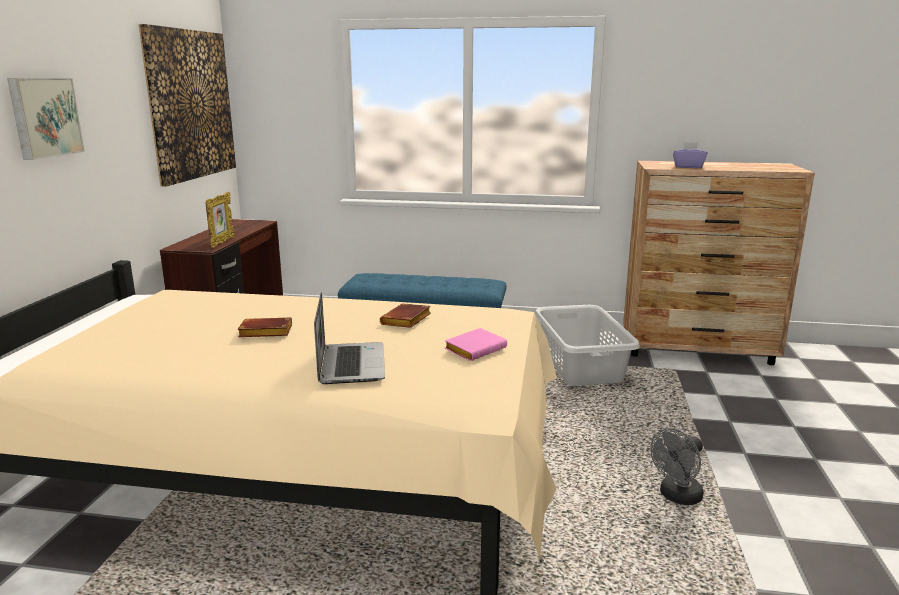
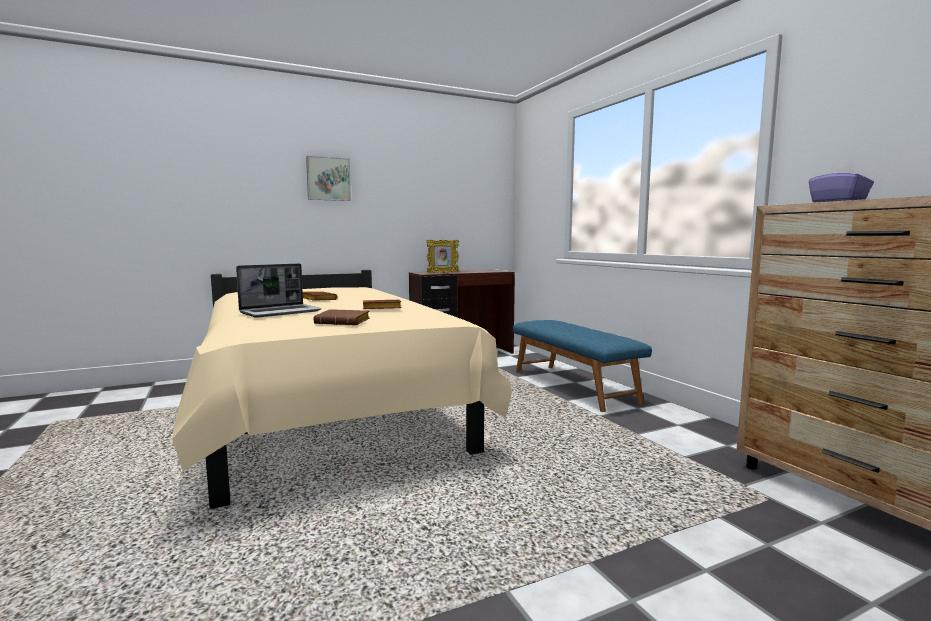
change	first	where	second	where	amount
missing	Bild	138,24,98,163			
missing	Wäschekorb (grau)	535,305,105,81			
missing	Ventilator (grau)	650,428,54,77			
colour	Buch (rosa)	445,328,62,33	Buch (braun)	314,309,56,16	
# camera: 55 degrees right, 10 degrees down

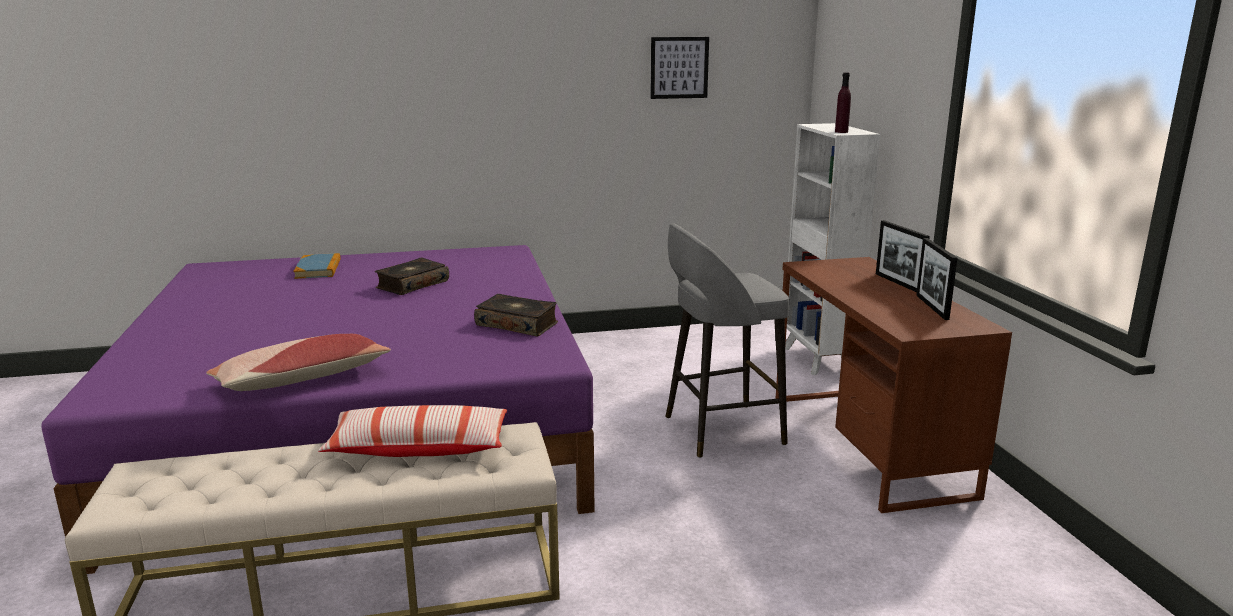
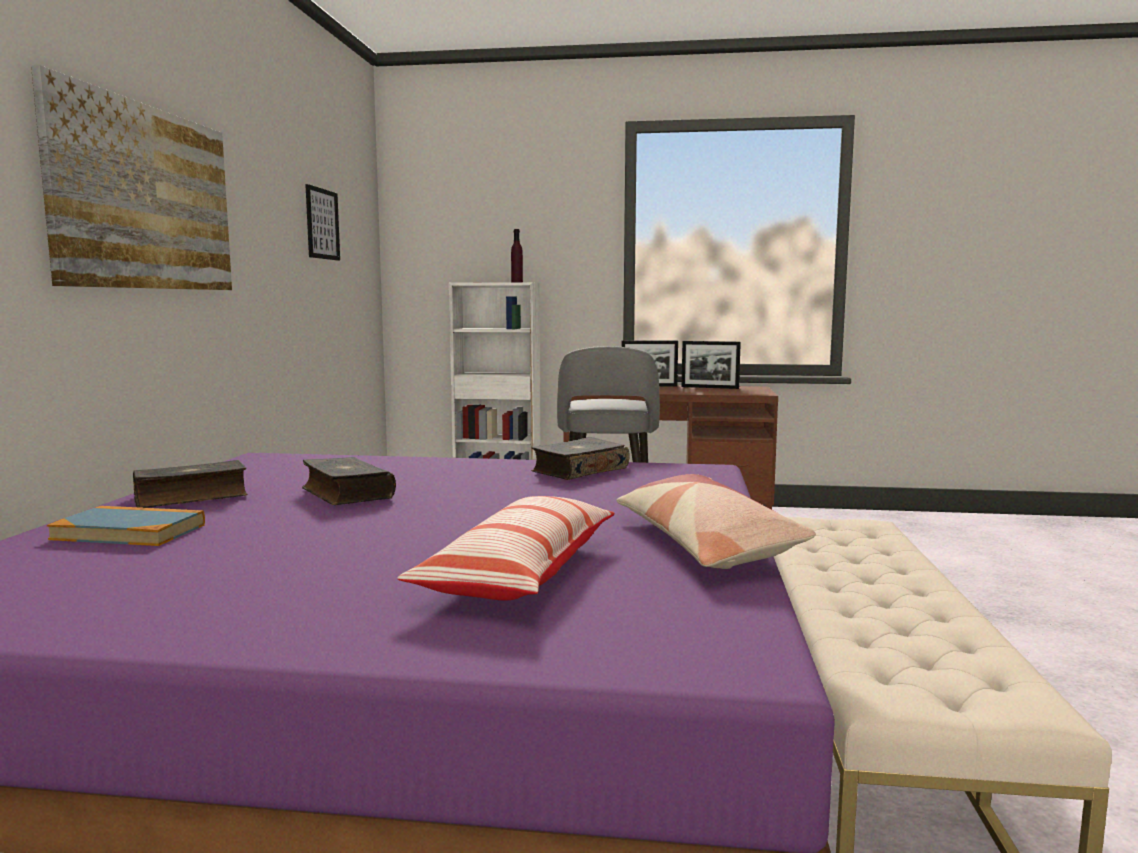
change	first	where	second	where	amount
appeared			Bild	31,65,201,225	
appeared			Buch	133,460,115,48	
relocated	Kissen	318,405,189,52		397,496,218,105	
# camera: 70 degrees left, 10 degrees down

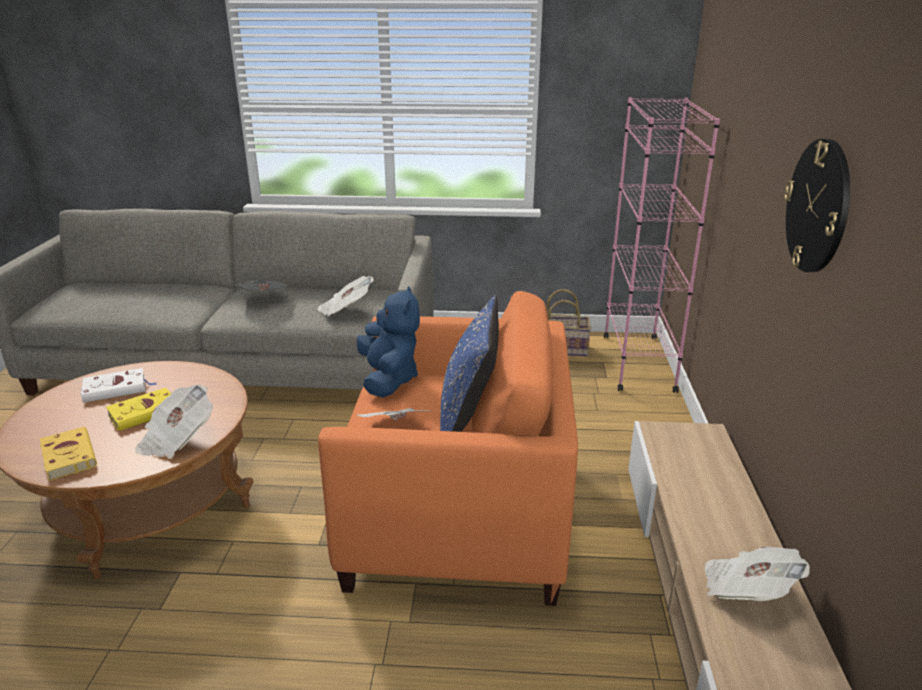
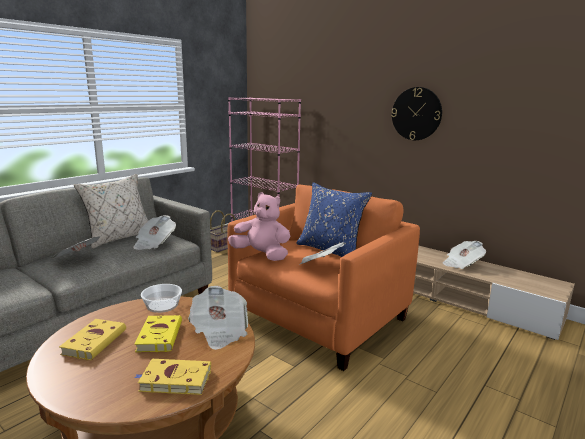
change	first	where	second	where	amount
appeared			Kissen (beige)	74,174,74,75	
appeared			Schüssel	141,284,41,29	
colour	Buch (weiß)	80,368,78,35	Buch (gelb)	59,319,67,41	
colour	Plüschtier (blau)	357,286,63,112	Plüschtier (rosa)	228,192,62,69	
# camera: 55 degrees left, 10 degrees down

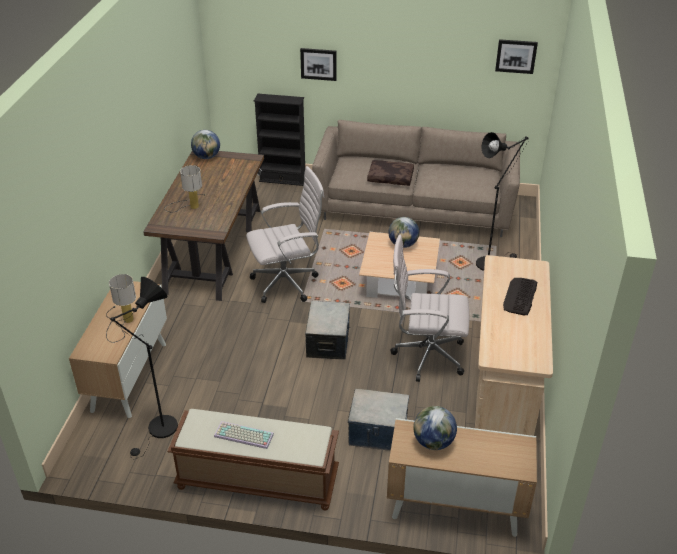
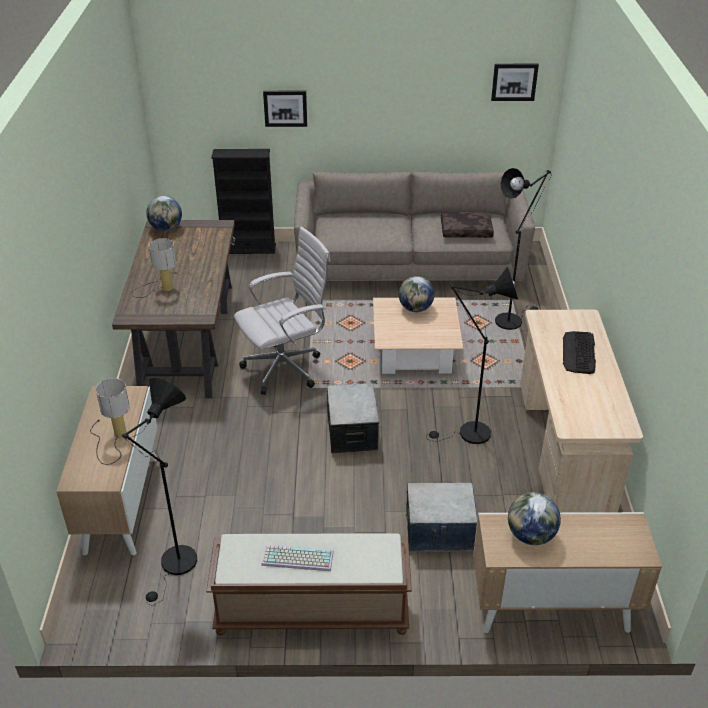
change	first	where	second	where	amount
relocated	Kissen (braun)	367,160,47,26		441,212,53,26	
exchanged	Bürostuhl (weiß)	390,235,79,147	Stehlampe (schwarz)	427,266,91,178	
# camera: 10 degrees left, 0 degrees up

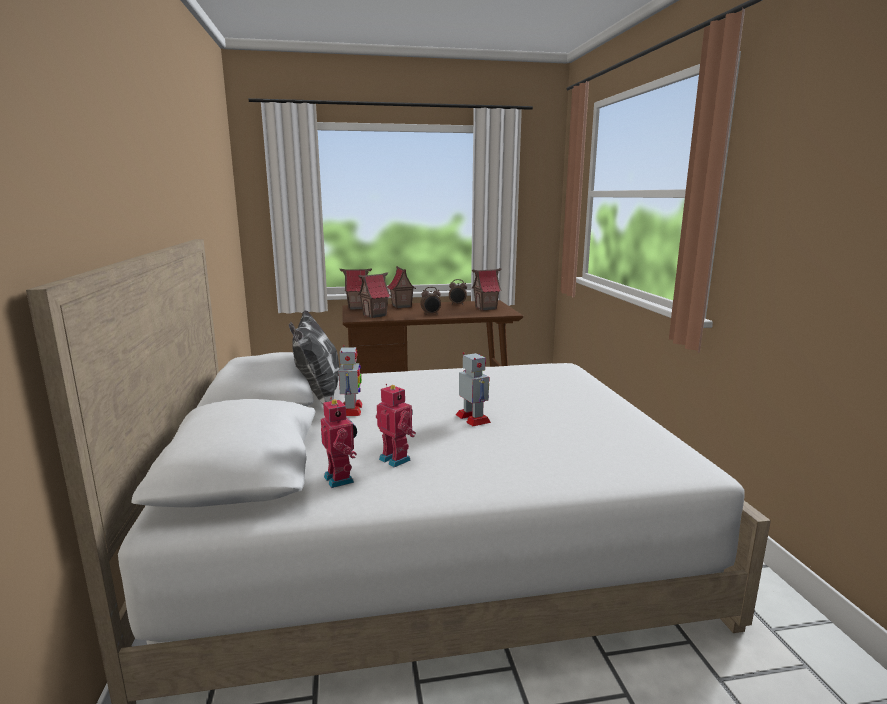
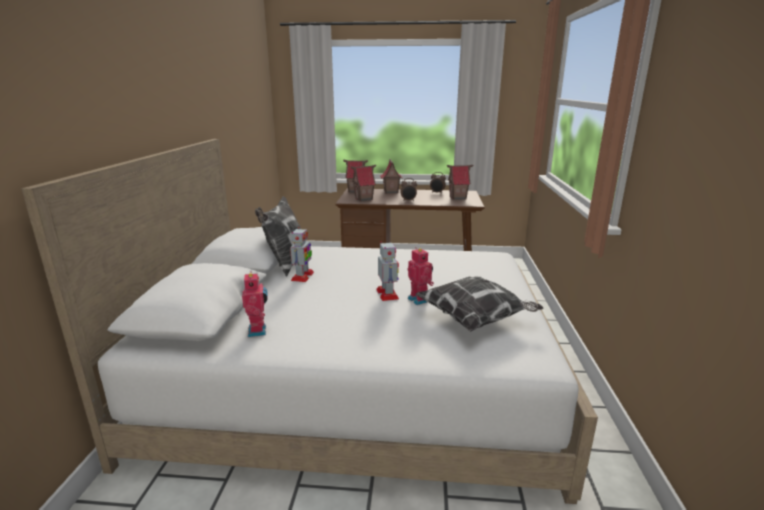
change	first	where	second	where	amount
appeared			Kissen	415,276,128,56	
relocated	Spielzeugroboter	376,384,40,83		408,247,26,58	
# camera: 15 degrees right, 5 degrees up

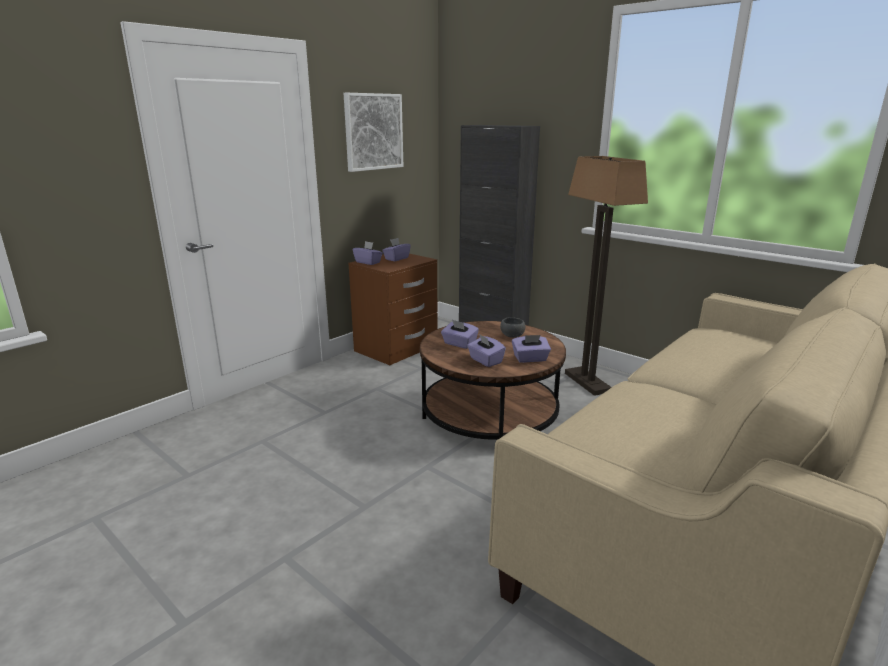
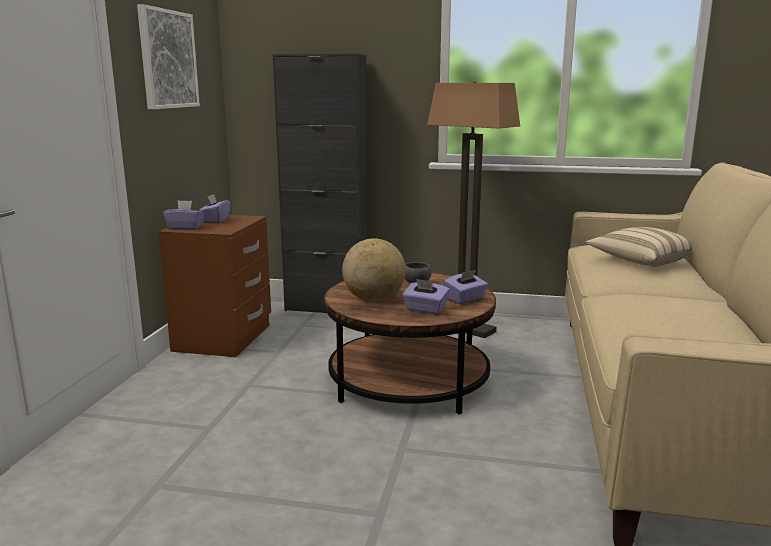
change	first	where	second	where	amount
appeared			Kissen (beige)	585,227,107,39	
exchanged	Taschentuchbox (lila)	441,320,38,29	Globus	342,238,64,64	
# camera: 30 degrees left, 5 degrees down

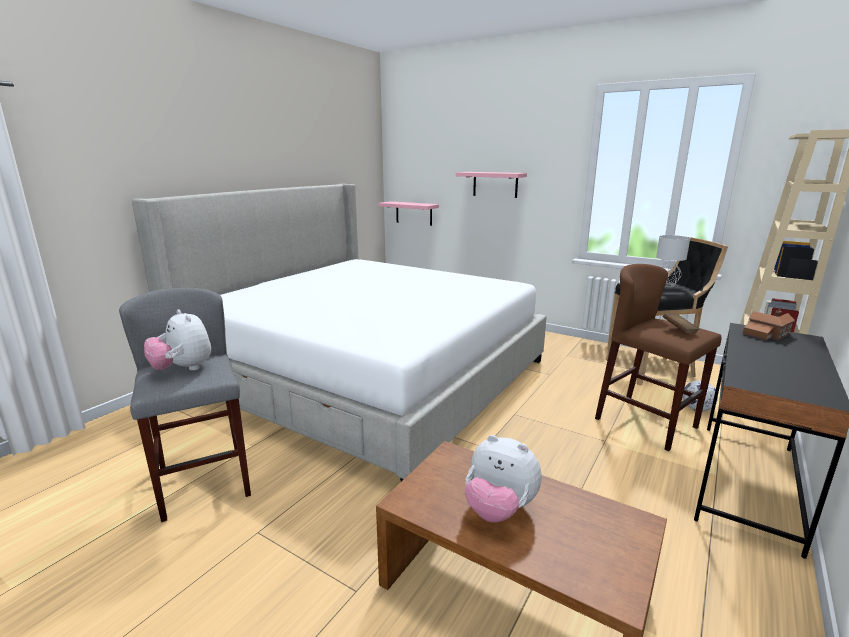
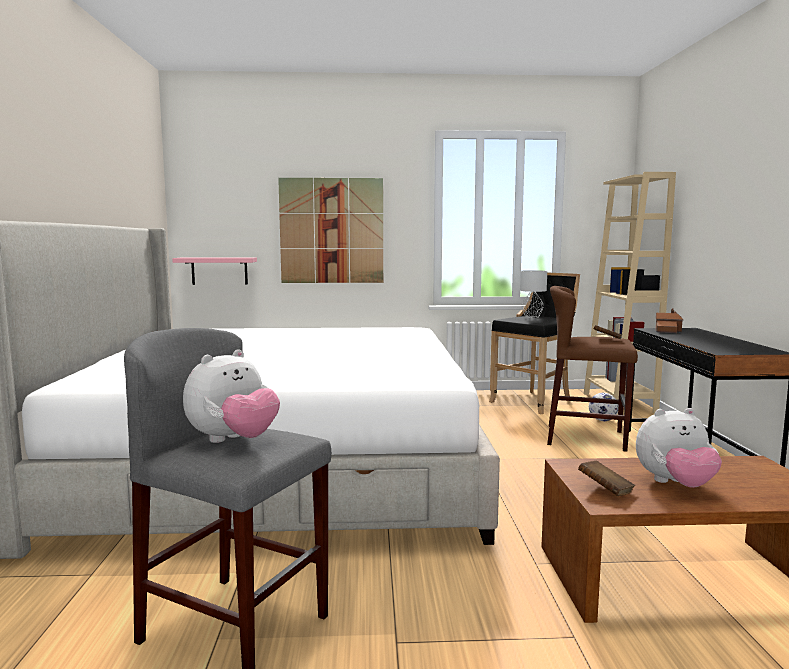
change	first	where	second	where	amount
appeared			Buch (braun)	578,461,57,35	
exchanged	Wandregal (rosa)	456,172,71,26	Bild	278,178,105,105	
spun	Plüschtier	144,309,67,62		183,349,97,94	60 degrees counterclockwise
# camera: 35 degrees left, 10 degrees down

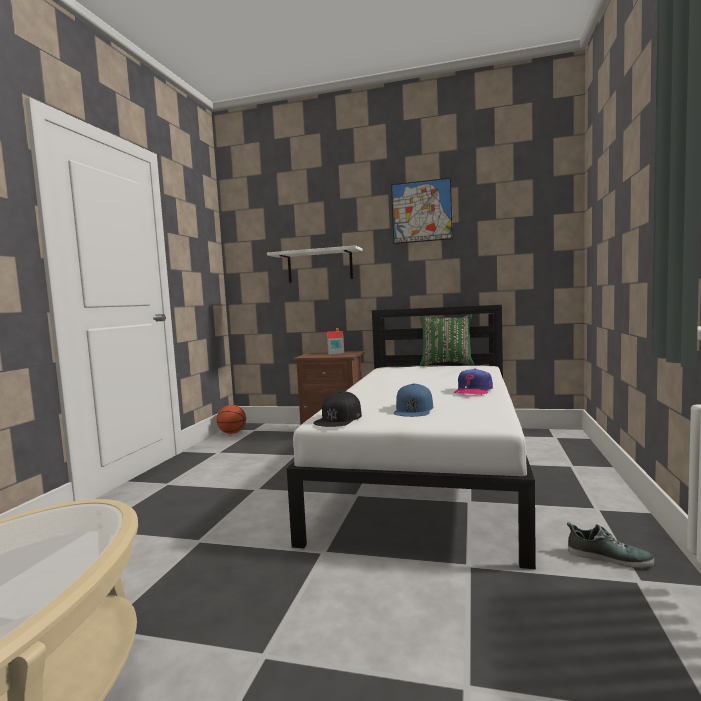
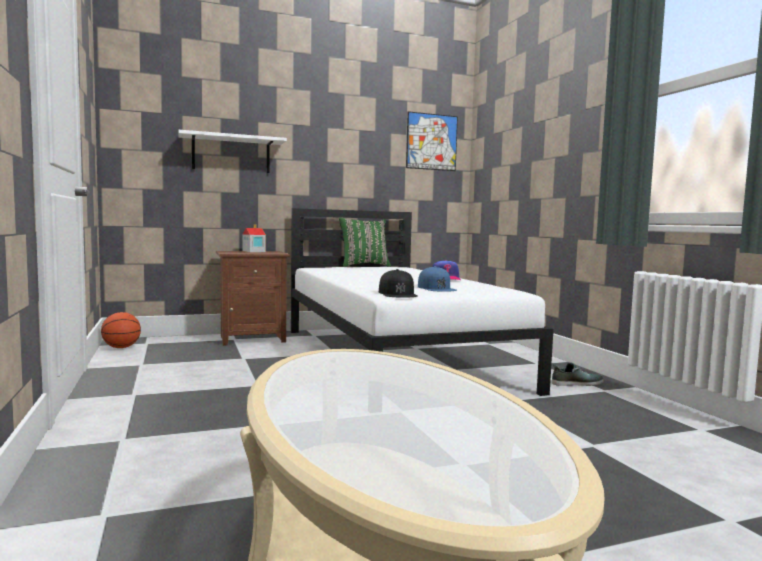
change	first	where	second	where	amount
relocated	Bild	391,178,61,66		406,111,52,60	
# camera: 35 degrees left, 0 degrees up

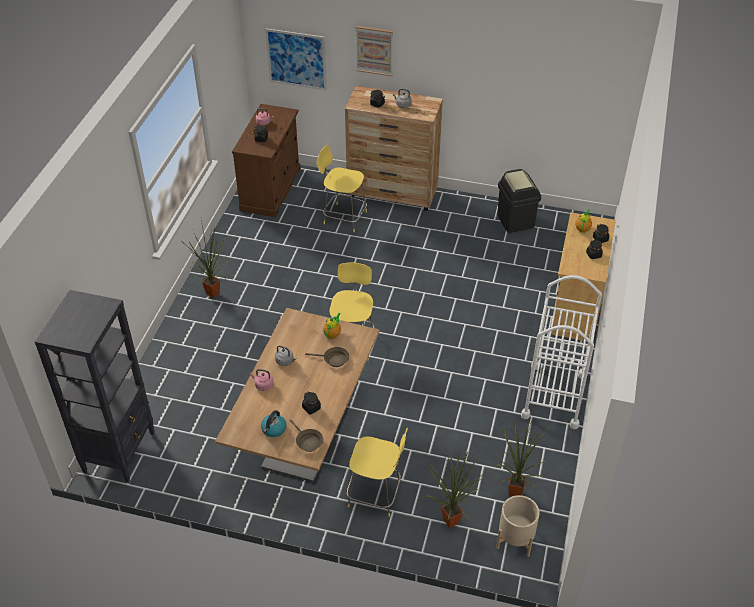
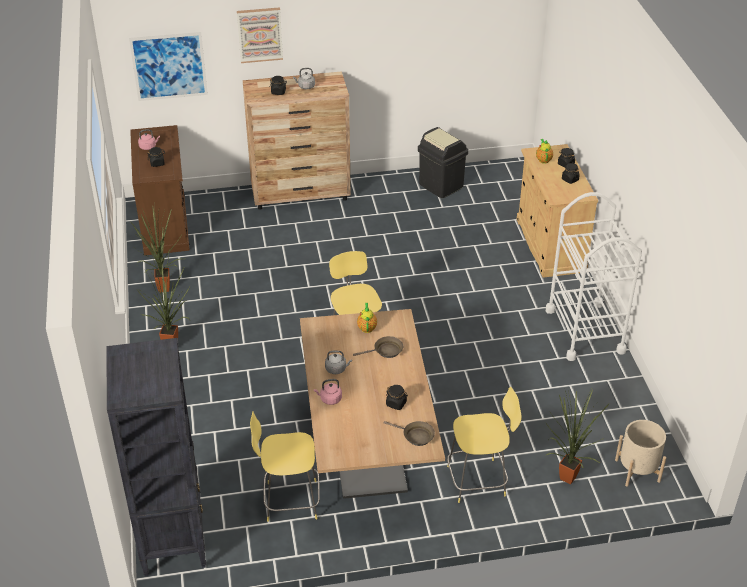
change	first	where	second	where	amount
missing	Wasserkessel	261,410,25,27			
relocated	Hocker (gelb)	317,145,50,87		250,412,70,110	
relocated	Topfpflanze	496,419,54,78		131,207,55,85	
# camera: 25 degrees left, 5 degrees down

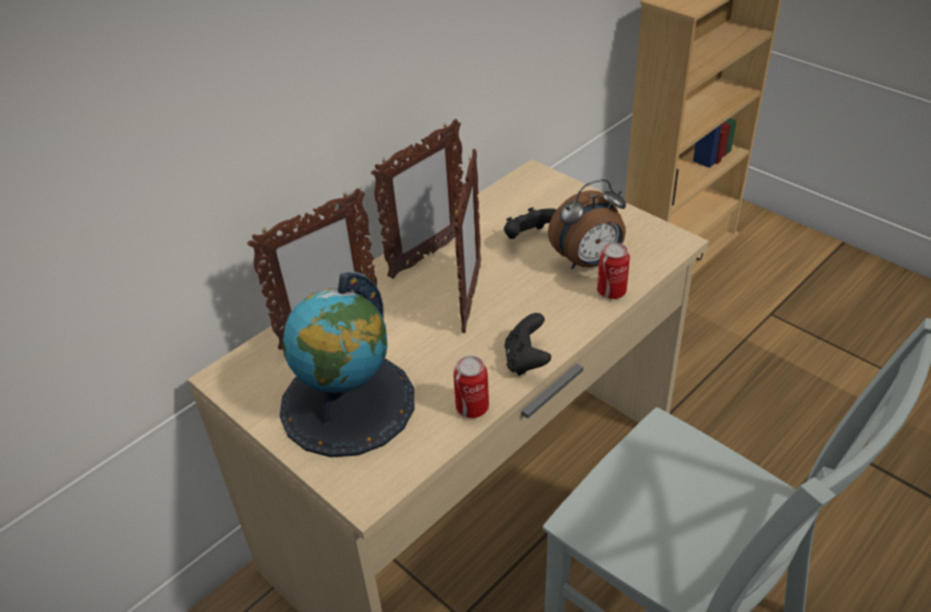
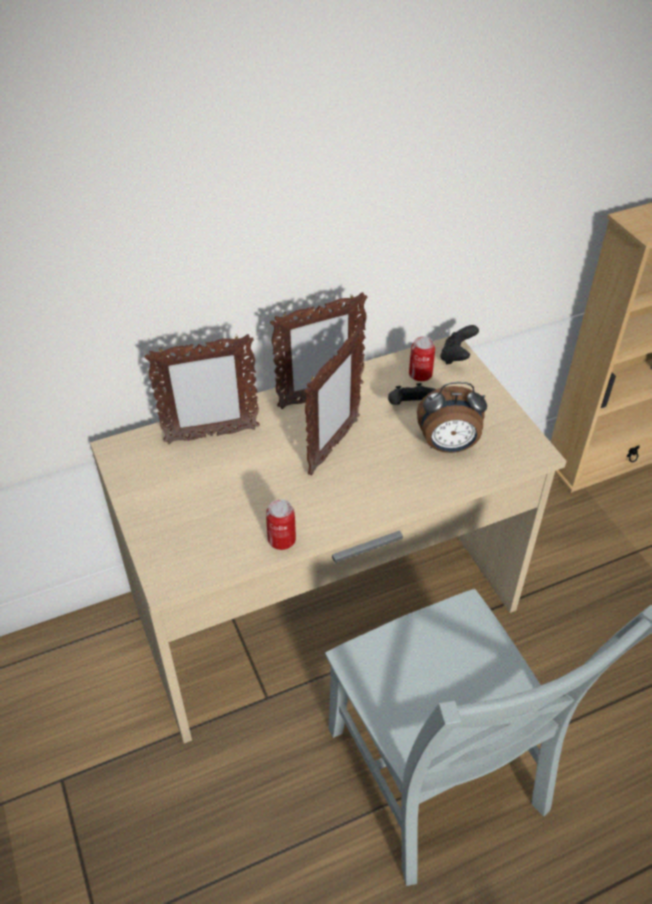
change	first	where	second	where	amount
missing	Globus	280,271,134,186			
relocated	Gamepad (schwarz)	504,313,47,63		440,325,39,39	
relocated	Dose	597,242,33,57		409,336,26,45	
# camera: 20 degrees right, 5 degrees up

